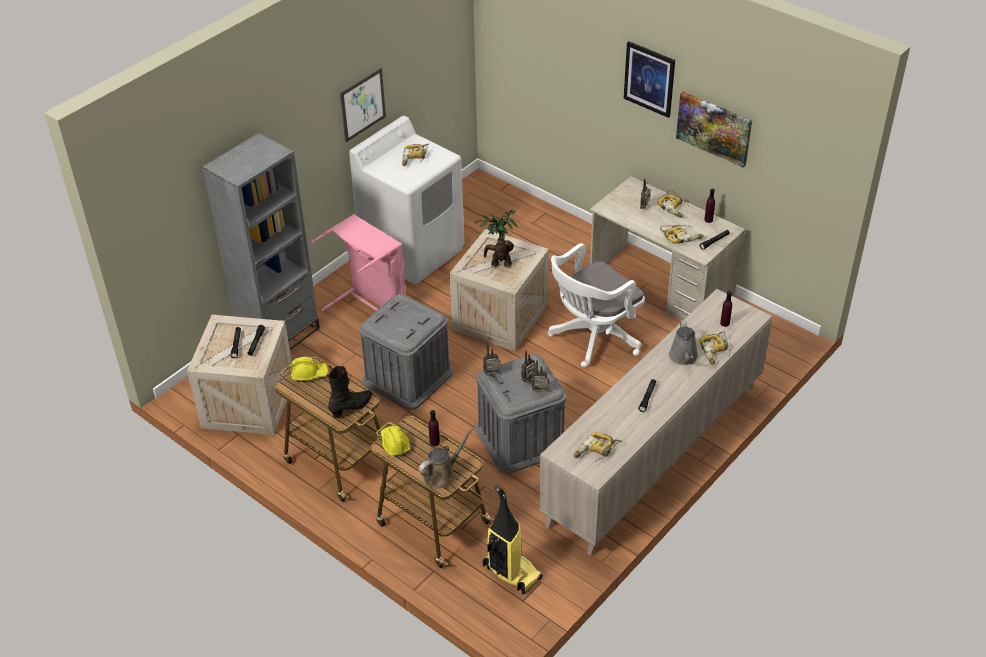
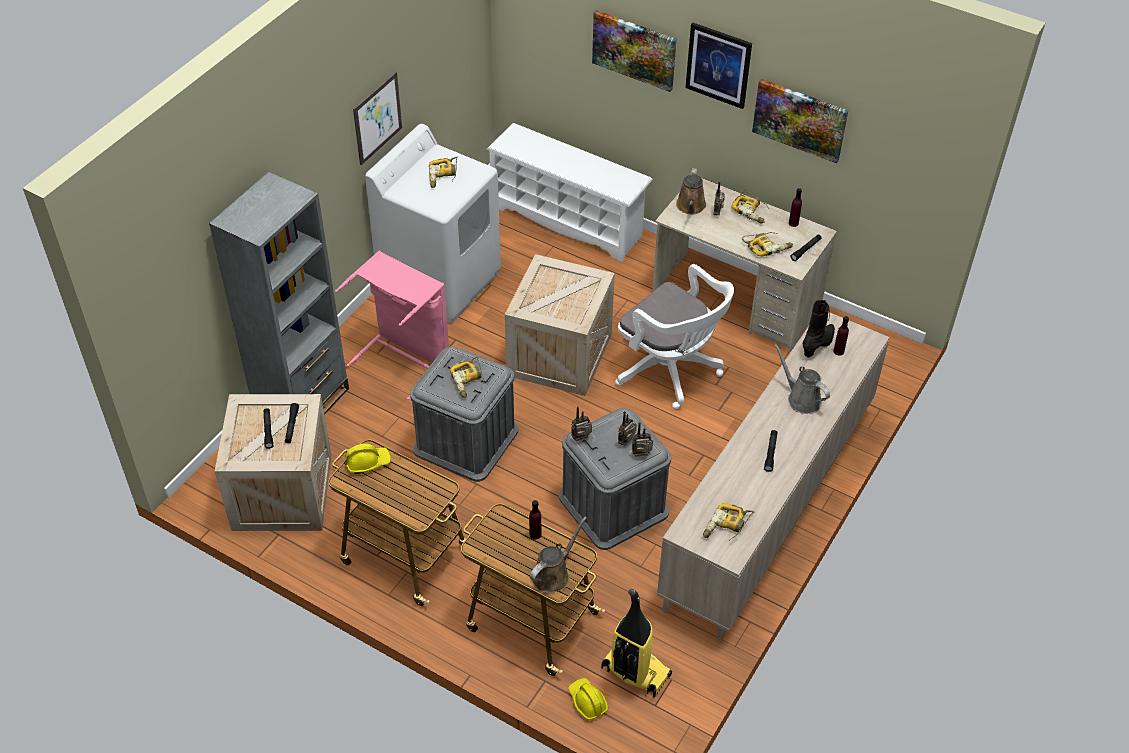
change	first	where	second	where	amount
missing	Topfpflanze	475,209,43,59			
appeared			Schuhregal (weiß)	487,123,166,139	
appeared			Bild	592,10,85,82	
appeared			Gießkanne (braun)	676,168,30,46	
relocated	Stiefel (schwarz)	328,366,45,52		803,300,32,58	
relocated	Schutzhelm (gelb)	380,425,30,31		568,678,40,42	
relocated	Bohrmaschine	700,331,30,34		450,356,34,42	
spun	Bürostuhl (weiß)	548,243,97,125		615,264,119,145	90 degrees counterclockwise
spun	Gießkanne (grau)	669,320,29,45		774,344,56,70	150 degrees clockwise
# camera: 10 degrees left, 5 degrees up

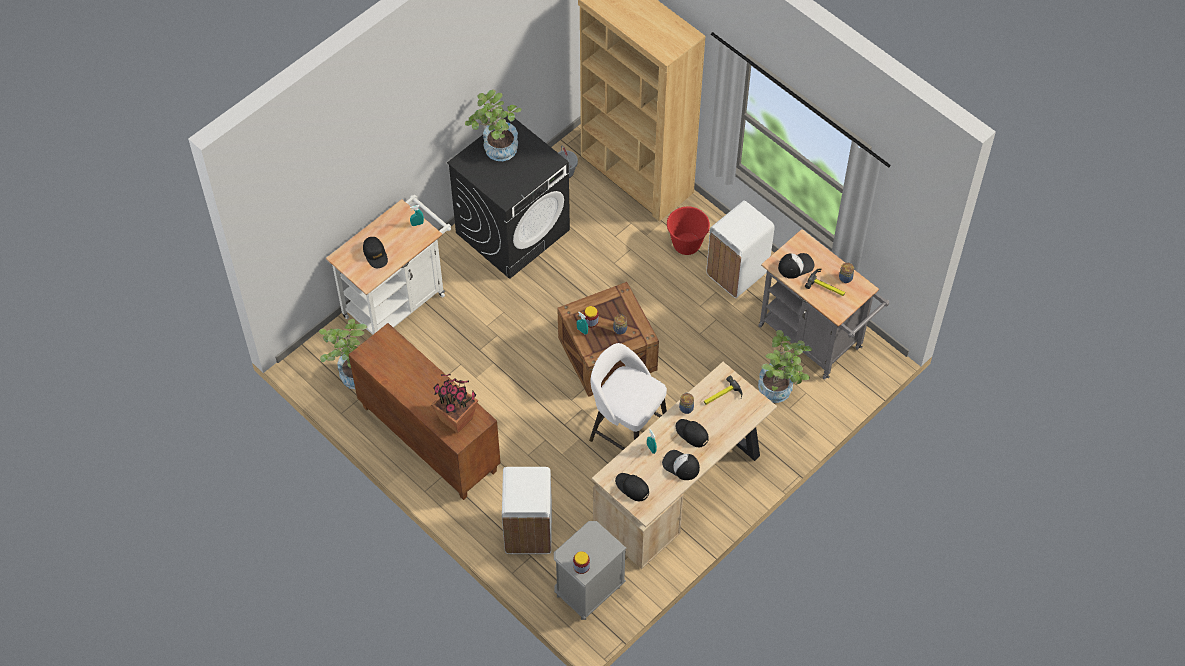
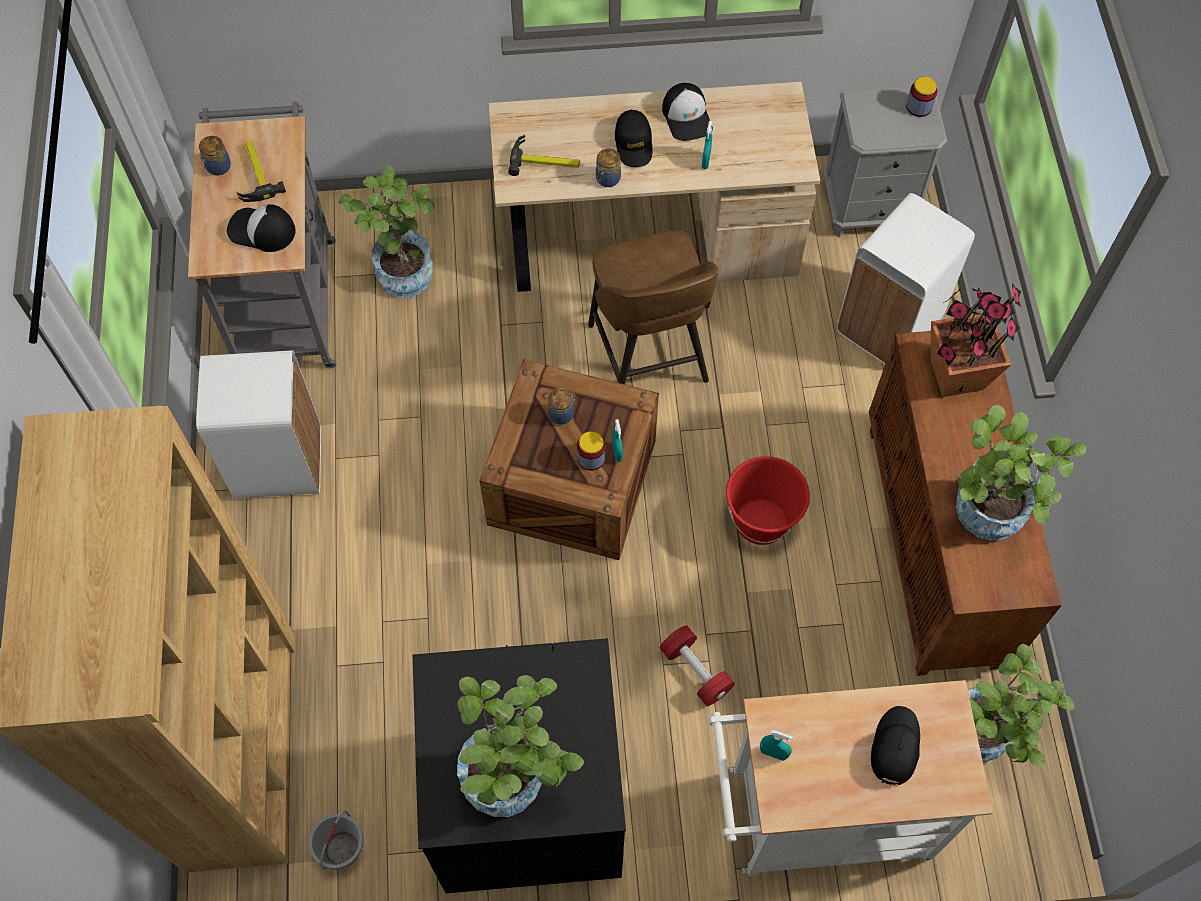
change	first	where	second	where	amount
missing	Kappe (schwarz)	615,473,34,28			
appeared			Hantel (rot)	660,625,75,81	
appeared			Topfpflanze	956,405,131,136	
relocated	Eimer (rot)	667,207,43,48		726,456,84,89	
colour	Hocker (weiß)	589,343,78,107	Hocker (braun)	588,231,129,153	
# camera: 140 degrees left, 5 degrees up

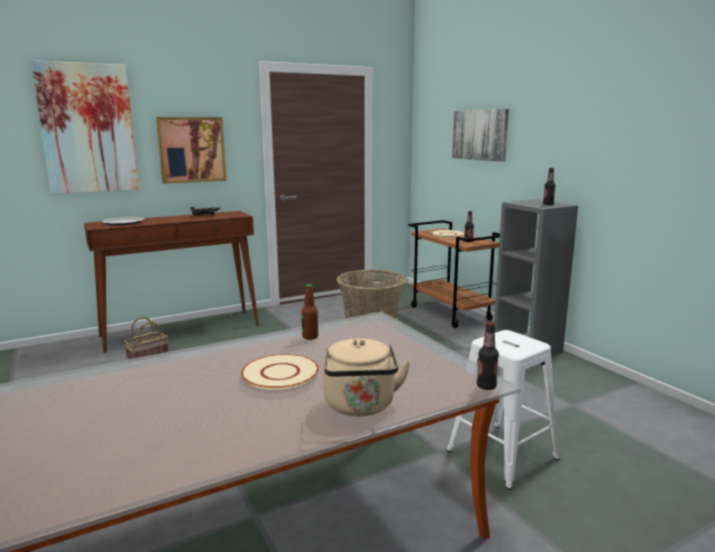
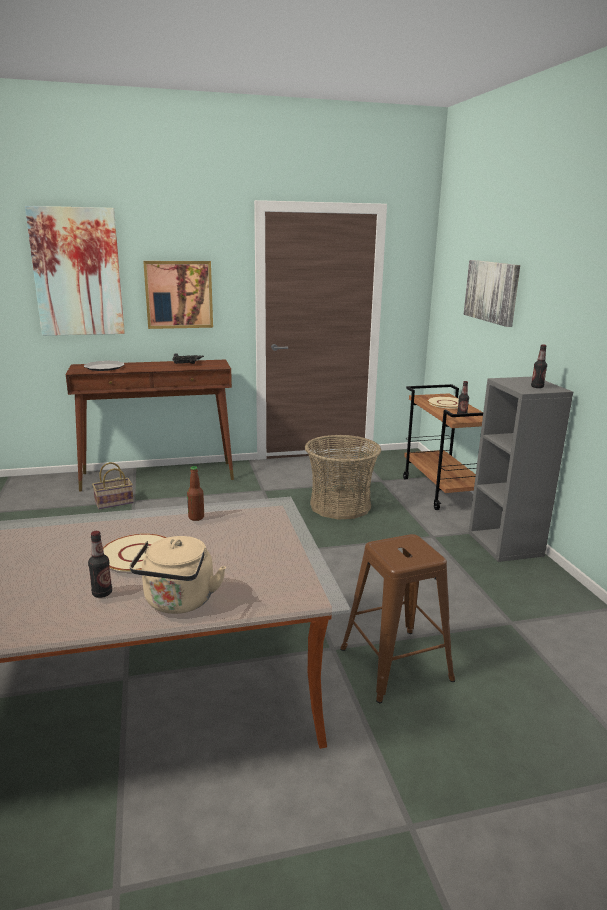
change	first	where	second	where	amount
relocated	Flasche	477,322,22,68		88,531,24,67	
colour	Hocker (weiß)	447,330,113,160	Hocker (braun)	340,534,115,169	
# camera: 15 degrees right, 5 degrees up

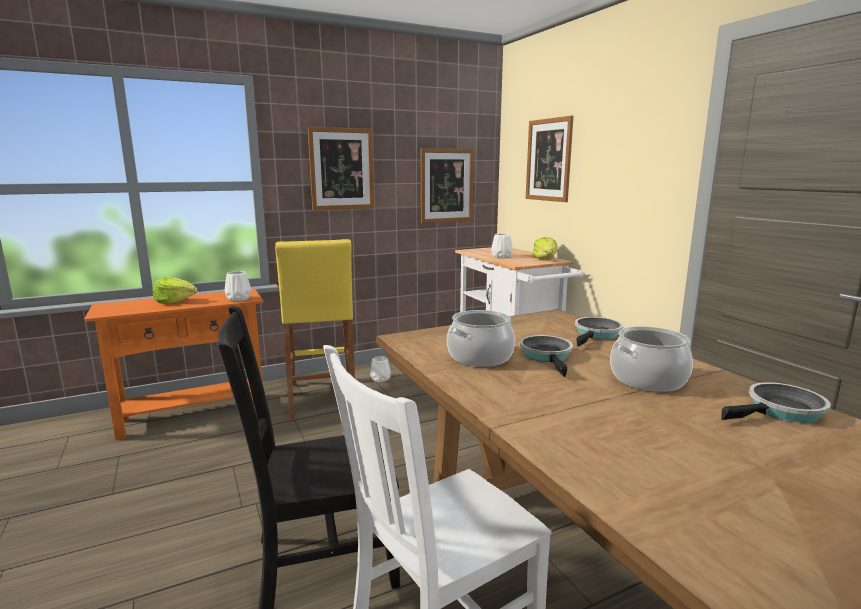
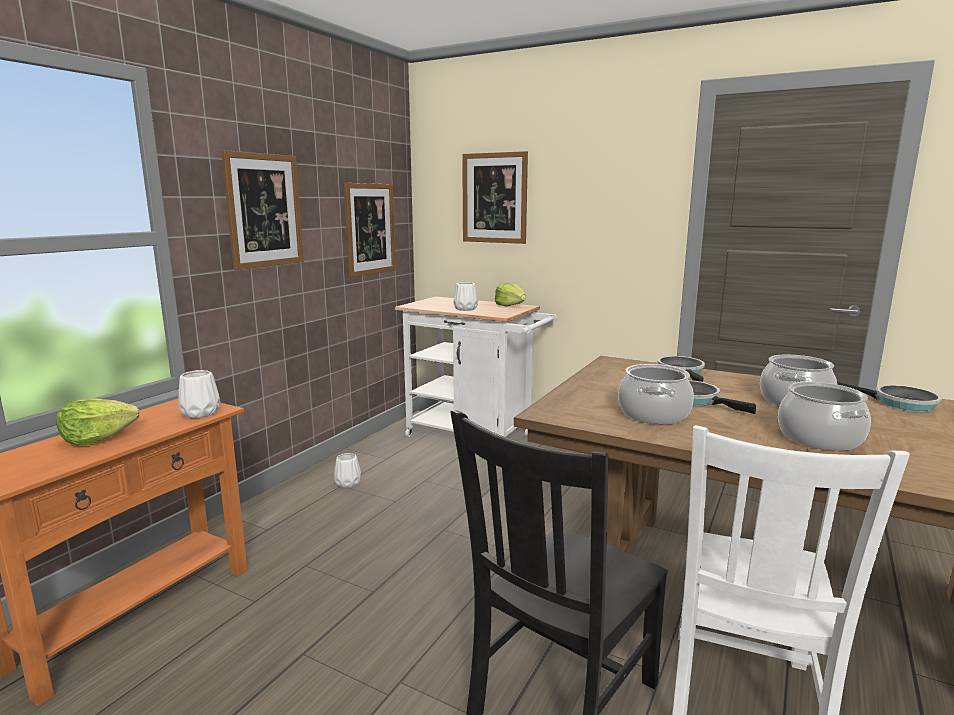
change	first	where	second	where	amount
missing	Hocker (gelb)	275,239,80,180			
appeared			Kochtopf	778,382,93,68	
spun	Pfanne	721,382,110,41		837,382,105,30	90 degrees clockwise
# camera: 35 degrees left, 0 degrees up

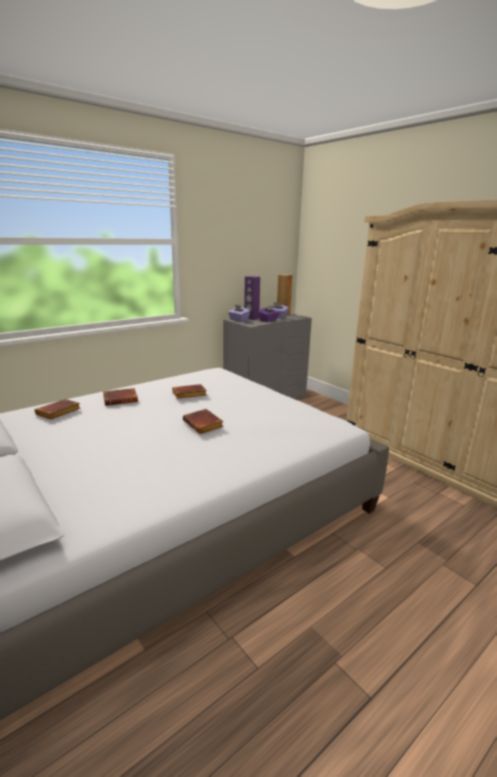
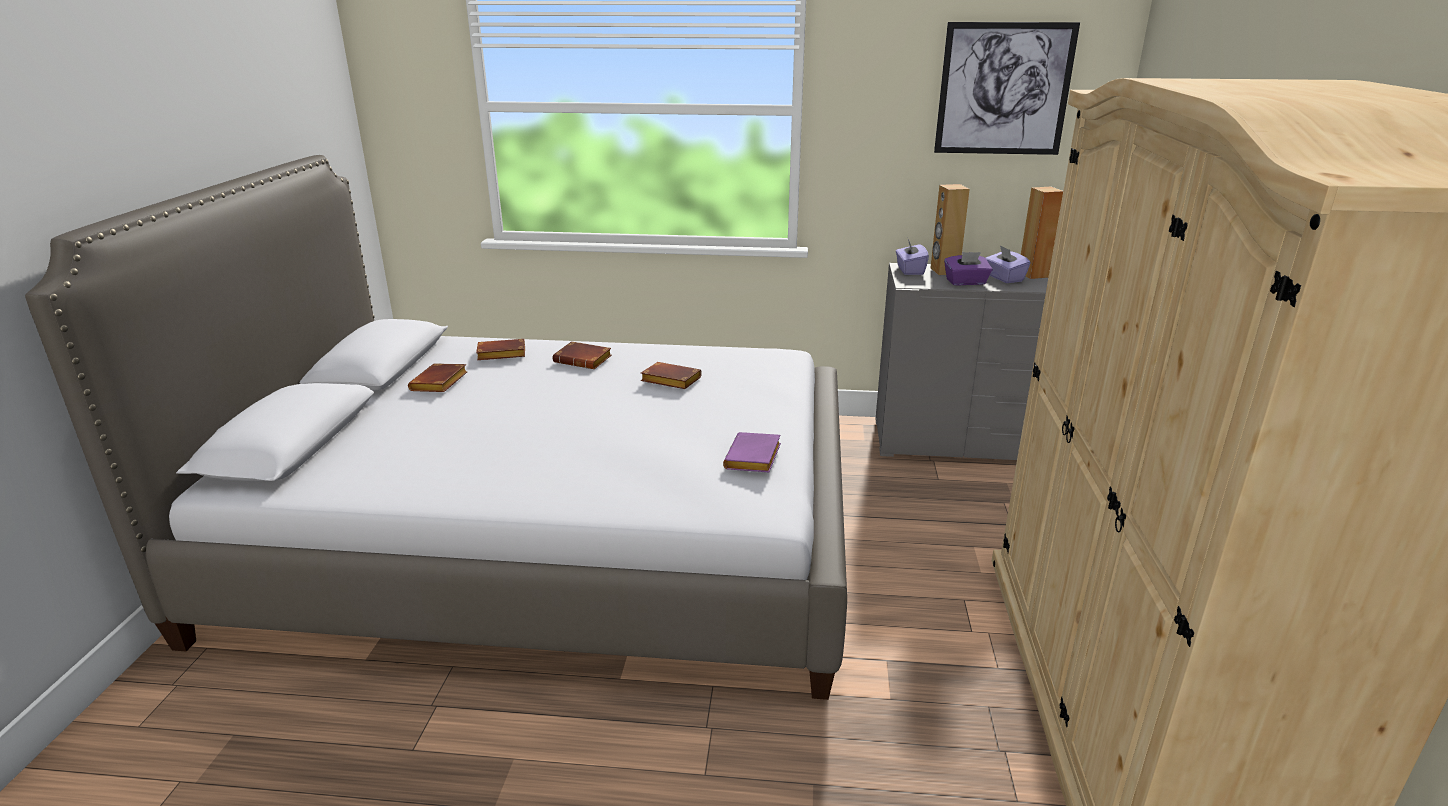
change	first	where	second	where	amount
appeared			Buch (lila)	723,432,58,40	
appeared			Bild	934,22,146,133	
relocated	Buch (braun)	183,409,41,25		408,363,60,29	
colour	Lautsprecher (lila)	244,276,16,44	Lautsprecher (braun)	930,184,40,91	
# camera: 45 degrees right, 5 degrees up

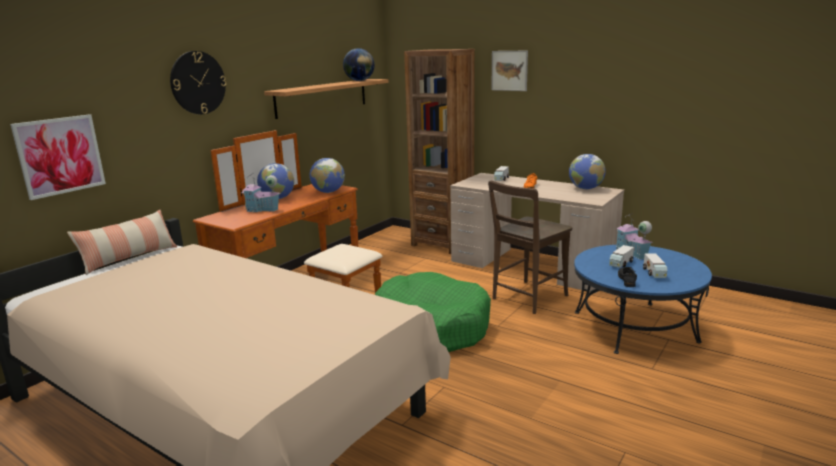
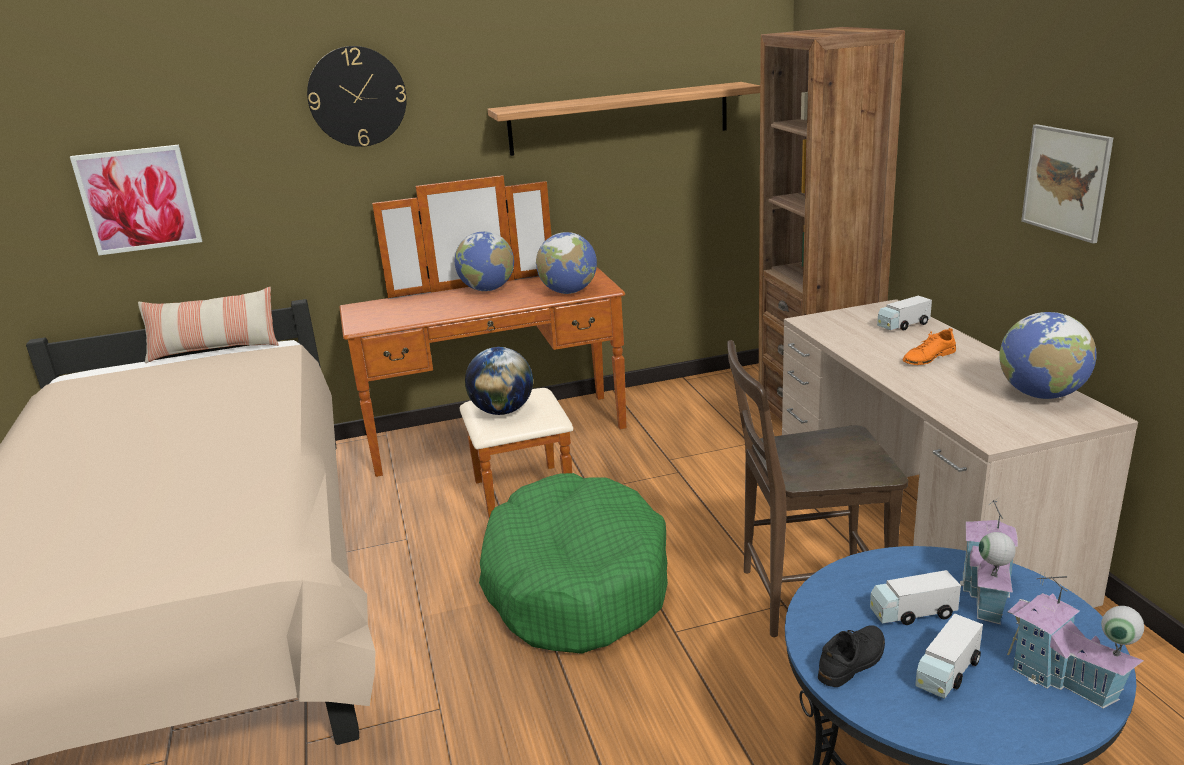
change	first	where	second	where	amount
relocated	Spielzeughaus	241,173,39,39		1007,574,137,135	
relocated	Globus	343,48,32,33		465,347,68,68	
relocated	Bild	491,50,37,41		1021,124,92,120	
# camera: 40 degrees right, 5 degrees up

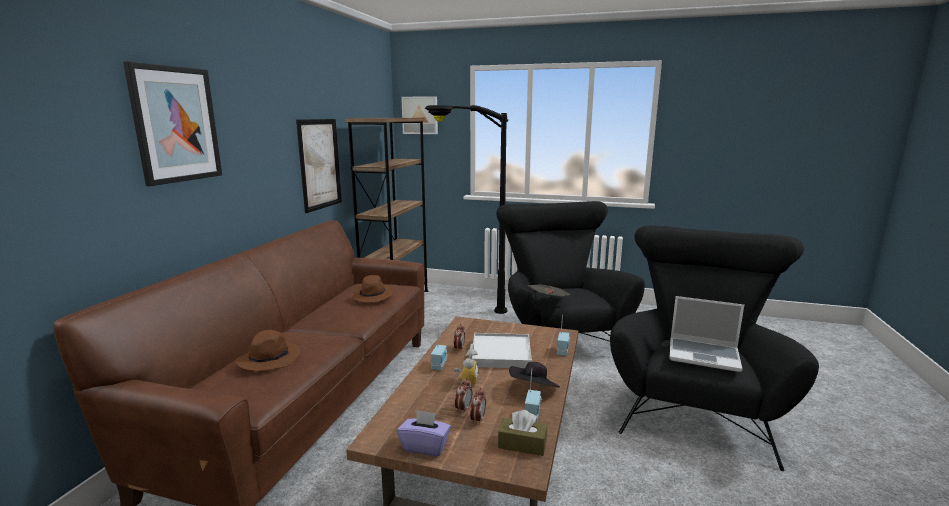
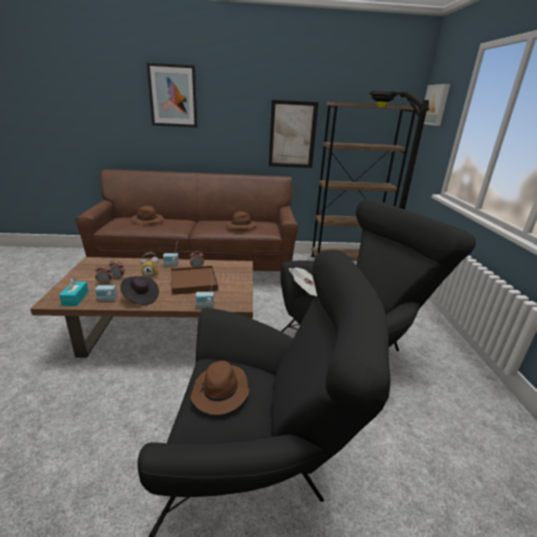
change	first	where	second	where	amount
missing	Taschentuchbox (lila)	397,410,54,46			
exchanged	Laptop	670,296,74,76	Hut (braun)	191,361,58,54	
colour	Tablett (weiß)	472,333,60,35	Tablett (braun)	171,266,47,29	
colour	Taschentuchbox (braun)	498,410,49,46	Taschentuchbox (türkis)	59,277,30,29	
# camera: 70 degrees right, 10 degrees up

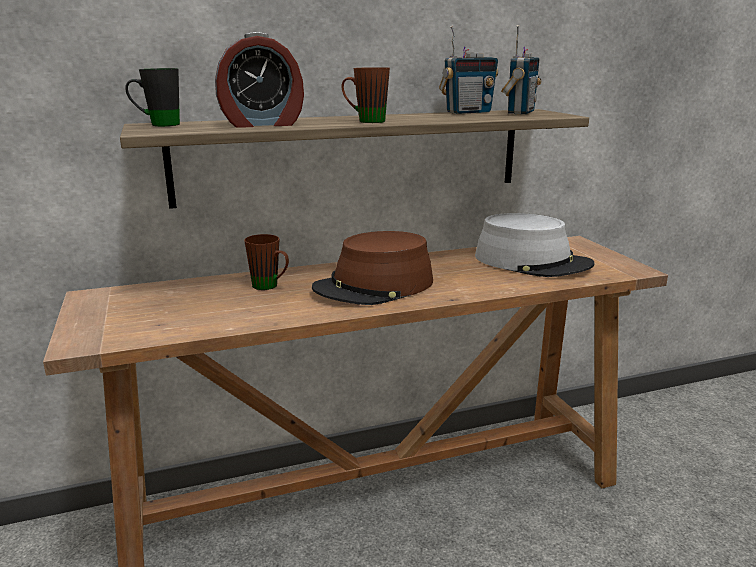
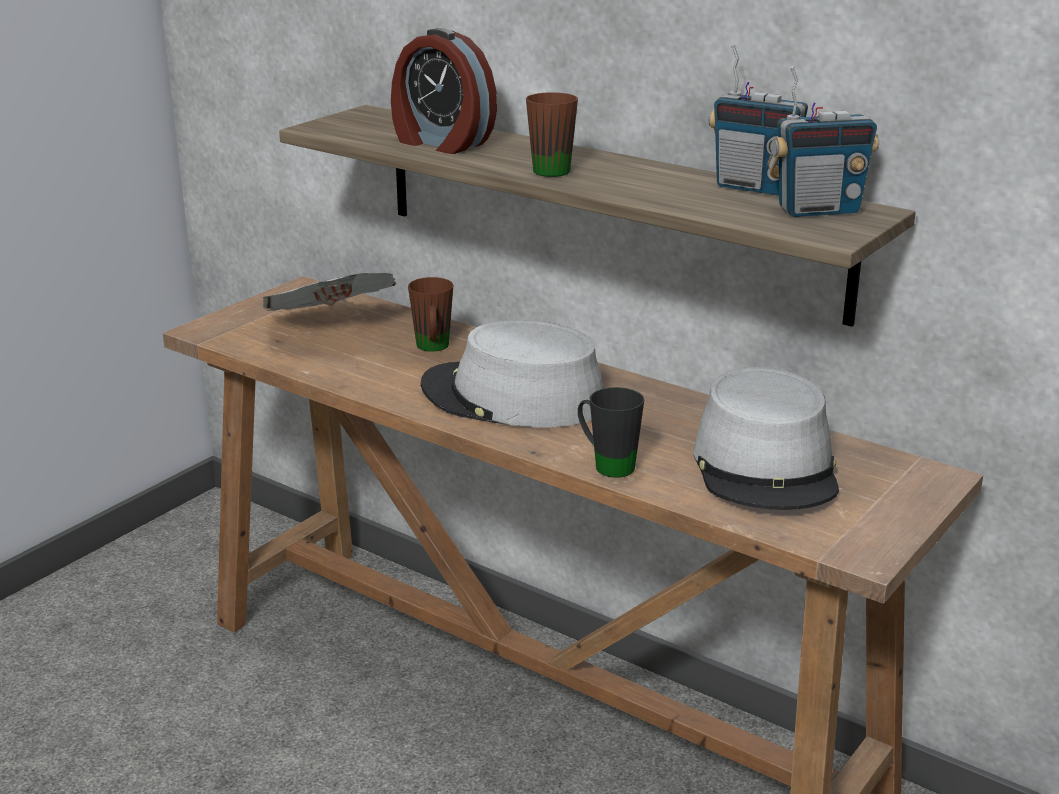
change	first	where	second	where	amount
appeared			Zeitung	263,273,134,38	
relocated	Henkelbecher (schwarz)	125,68,55,58		578,387,66,91	
colour	Hut (braun)	312,231,121,74	Hut (grau)	421,320,183,108	
# camera: 55 degrees right, 5 degrees up

